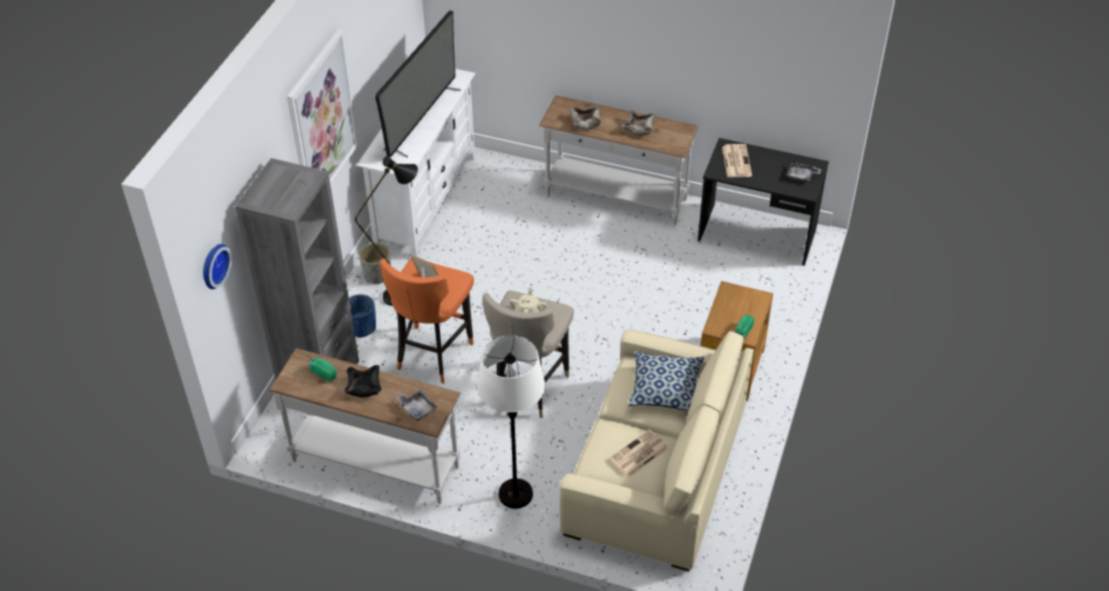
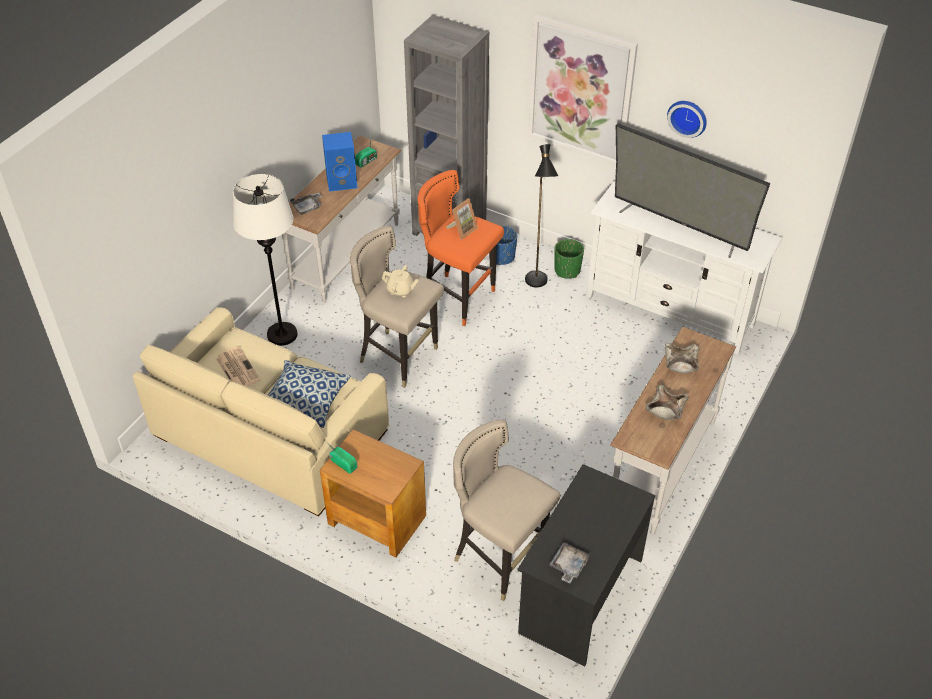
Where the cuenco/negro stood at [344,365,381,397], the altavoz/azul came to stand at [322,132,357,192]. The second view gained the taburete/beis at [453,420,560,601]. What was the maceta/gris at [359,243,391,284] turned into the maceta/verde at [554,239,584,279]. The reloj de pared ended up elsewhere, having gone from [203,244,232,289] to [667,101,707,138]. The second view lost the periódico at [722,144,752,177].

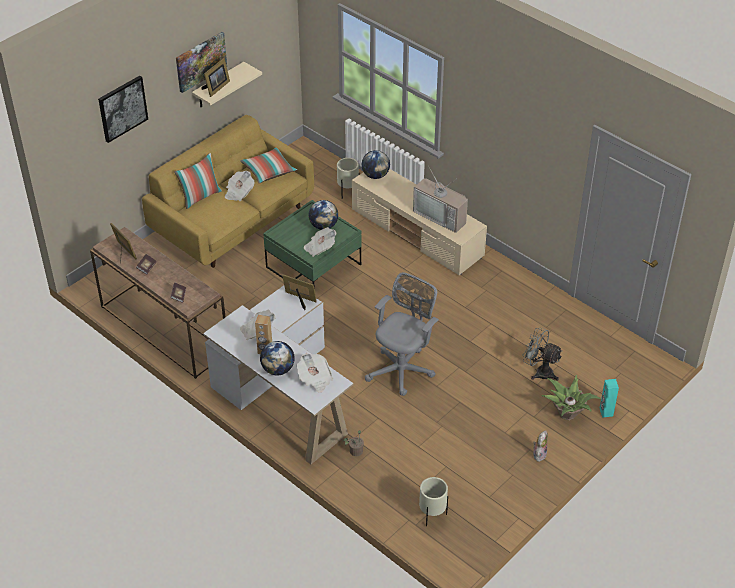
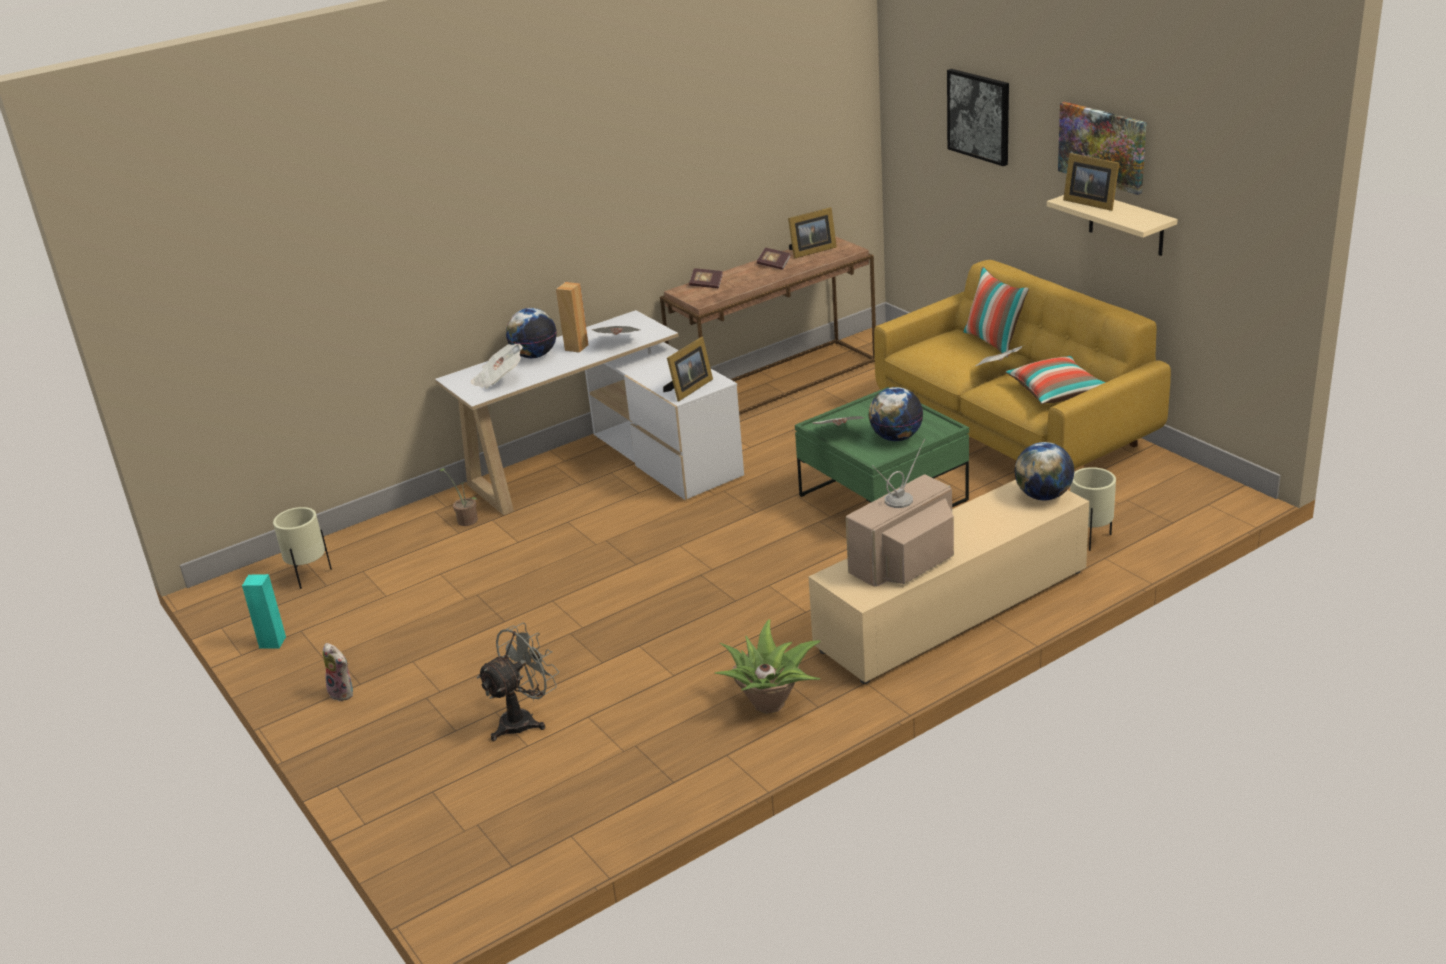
The altavoz/turquesa ended up elsewhere, having gone from [600,379,619,418] to [242,574,286,649]. The planta en maceta ended up elsewhere, having gone from [542,375,601,420] to [714,619,821,714]. The second view lost the silla de oficina/gris at [365,272,439,396].

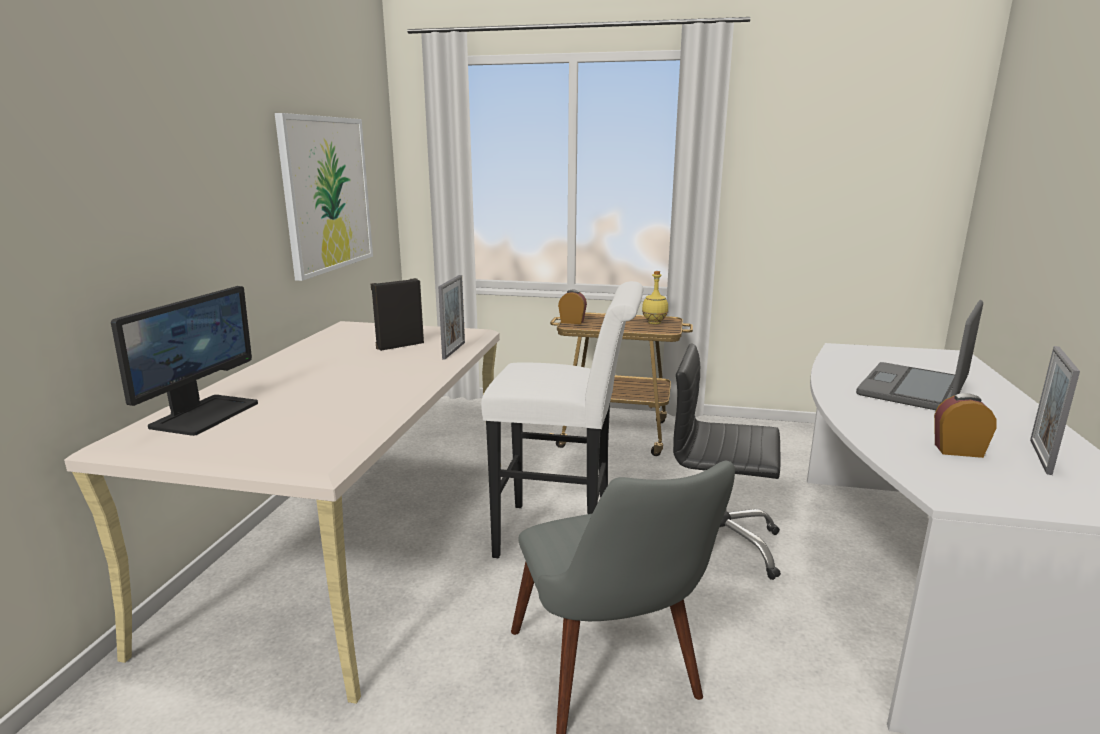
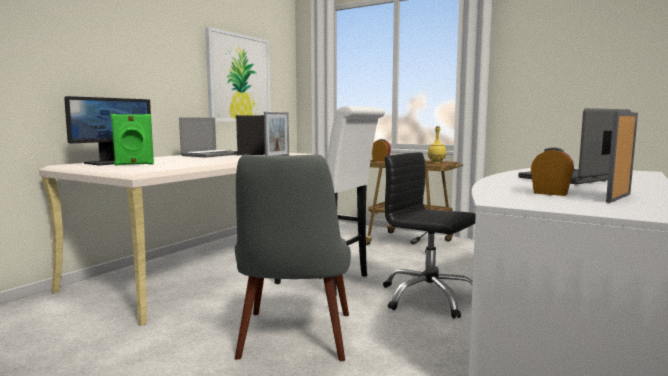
The second view gained the altavoz/verde at [111,114,154,165]. The second view gained the portátil at [179,117,237,157].

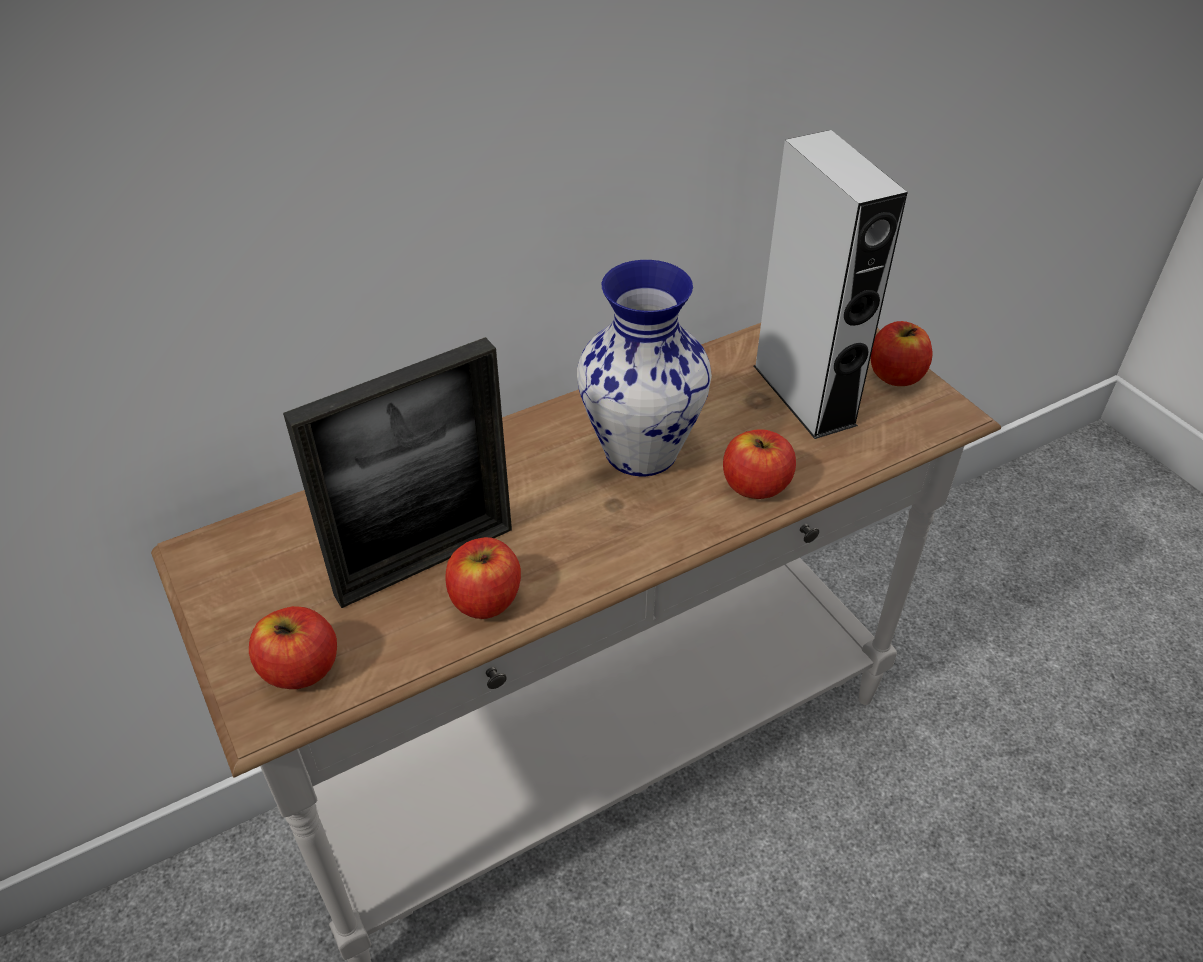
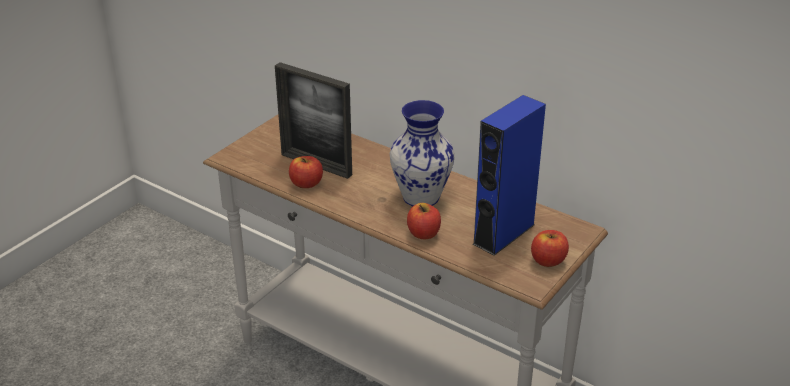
What was the altavoz/gris at [754,130,908,439] turned into the altavoz/azul at [473,95,546,256]. The second view lost the manzana at [249,606,337,689].

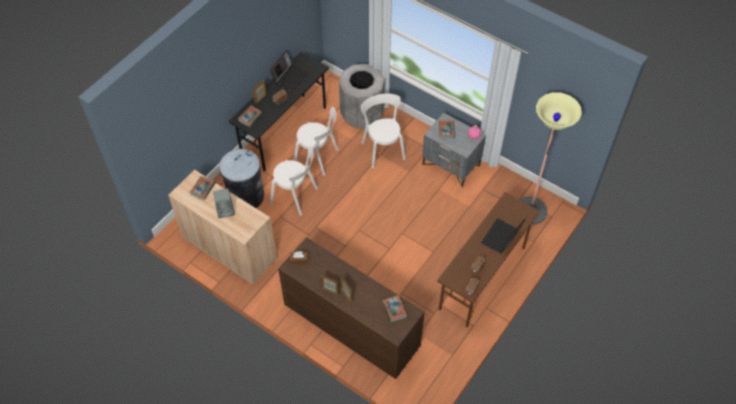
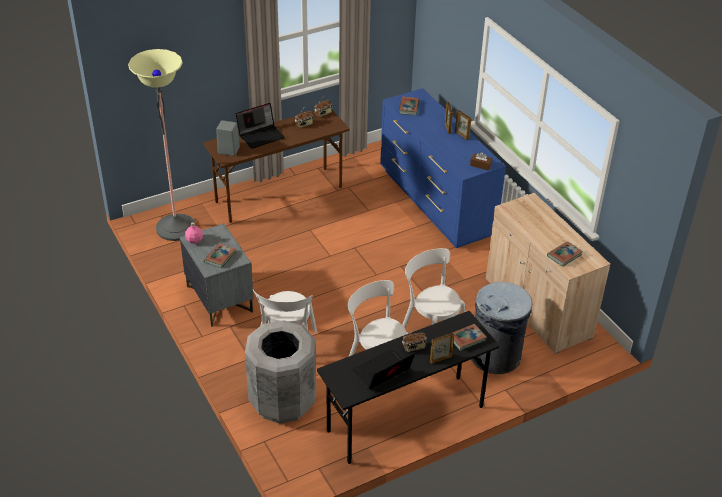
The altavoz/gris ended up elsewhere, having gone from [213,189,235,218] to [216,120,240,156]. What was the cómoda/marrón at [278,237,425,379] turned into the cómoda/azul at [380,88,506,248].

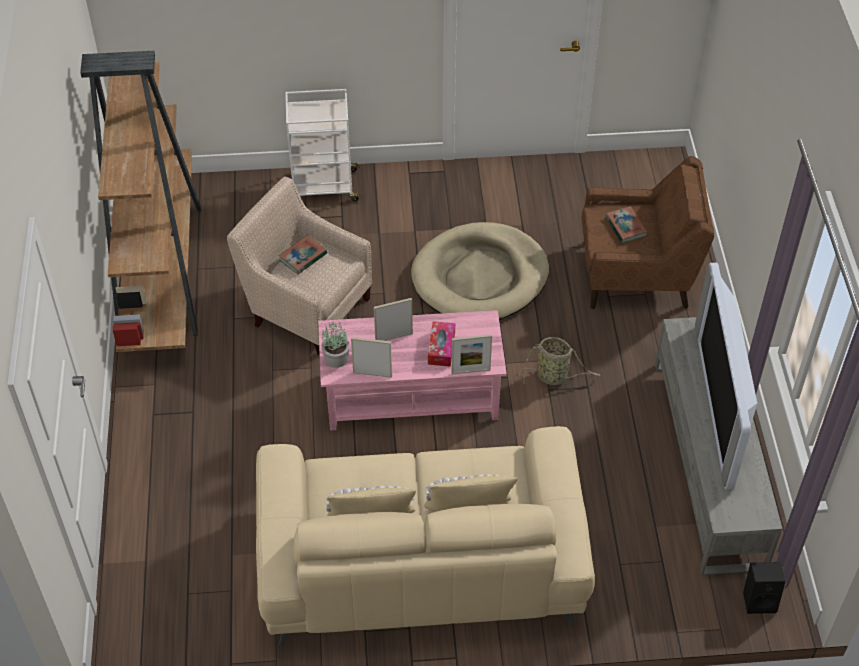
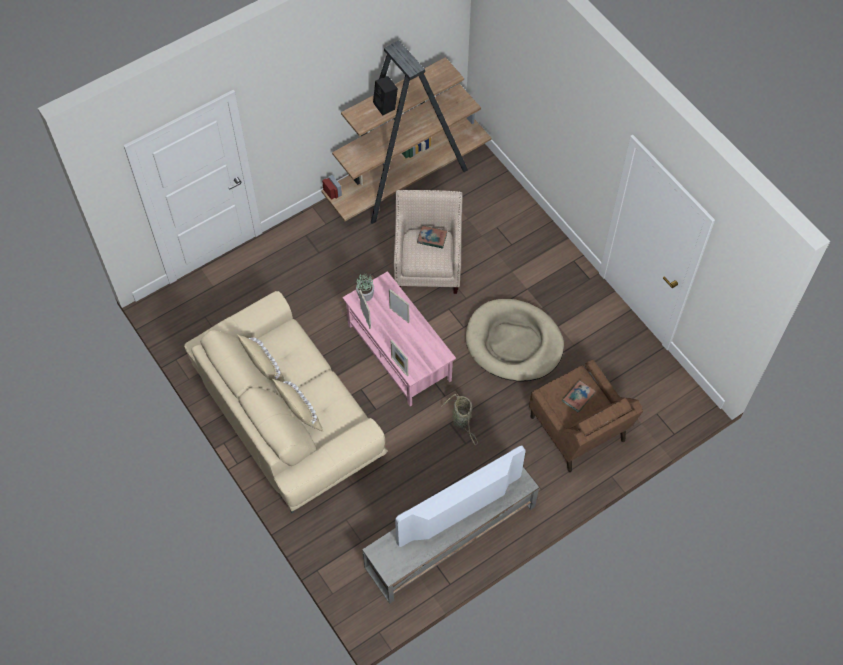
The altavoz/negro ended up elsewhere, having gone from [743,562,785,614] to [373,76,398,115]. The second view lost the carrito/blanco at [285,89,362,201]. The second view lost the caja de pañuelos at [428,321,455,367].

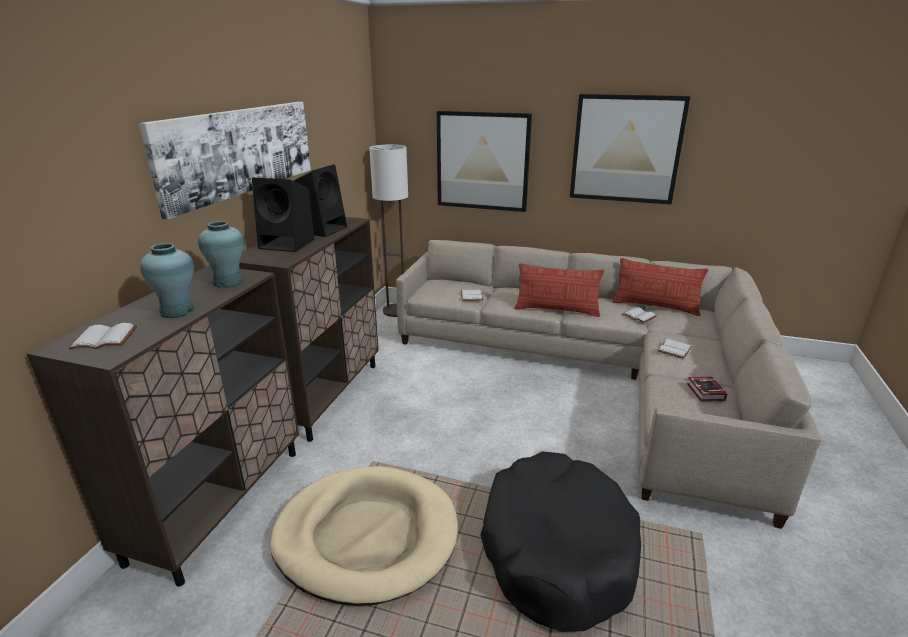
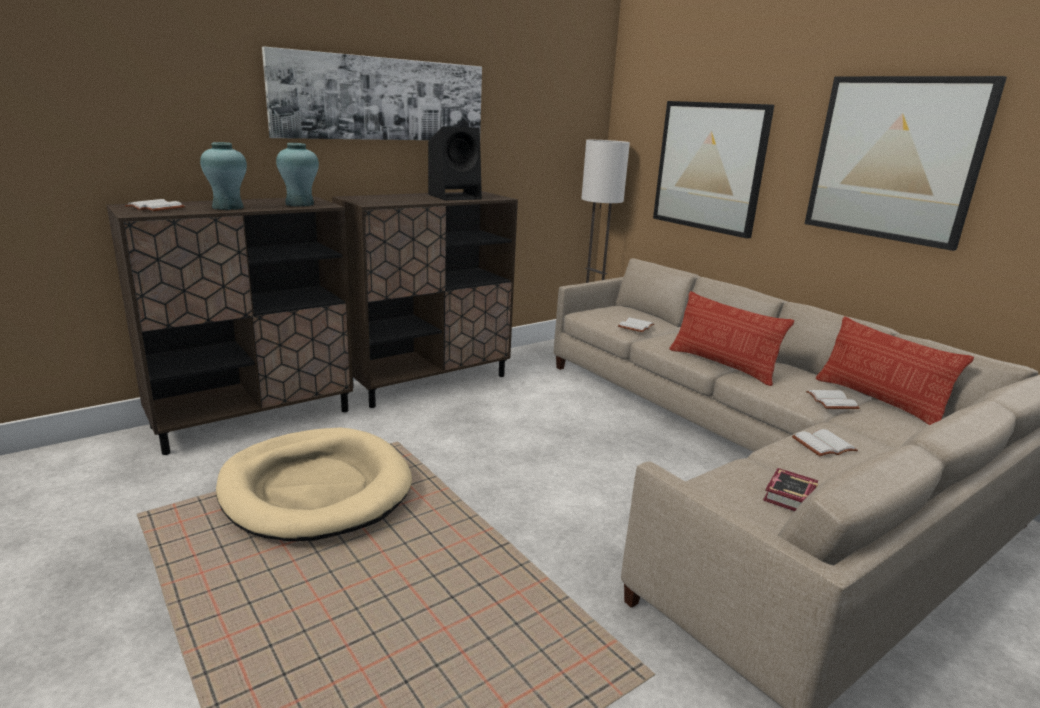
The second view lost the altavoz/negro at [252,178,314,252]. The second view lost the cama para perro/negro at [480,451,641,632].

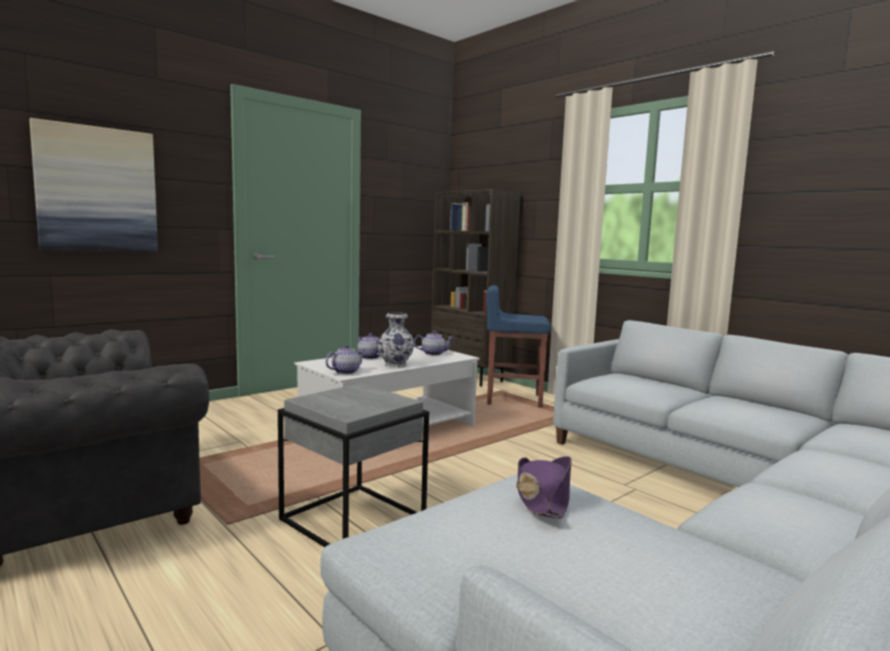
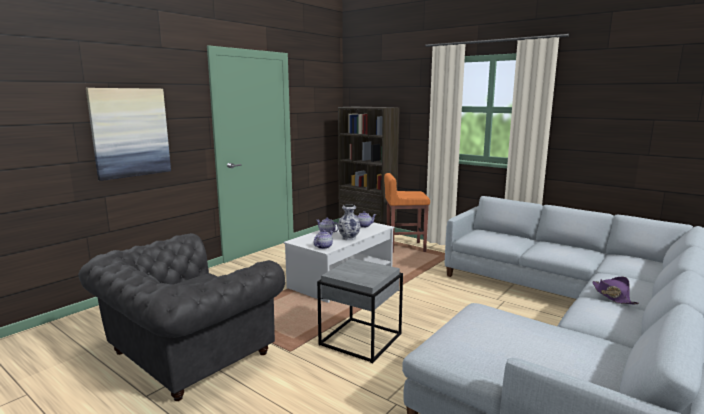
What was the taburete/azul at [486,285,551,408] turned into the taburete/naranja at [384,173,430,253]. The sombrero/morado ended up elsewhere, having gone from [516,456,572,518] to [592,277,639,304].

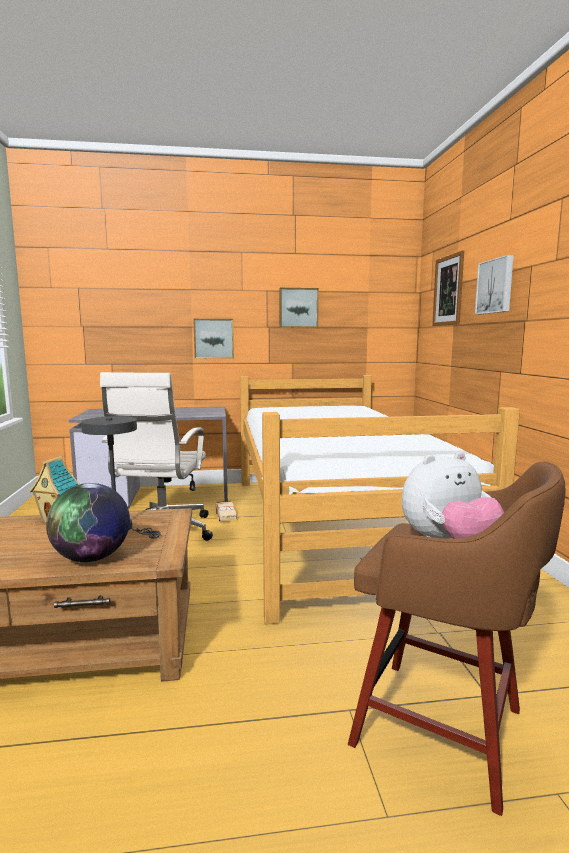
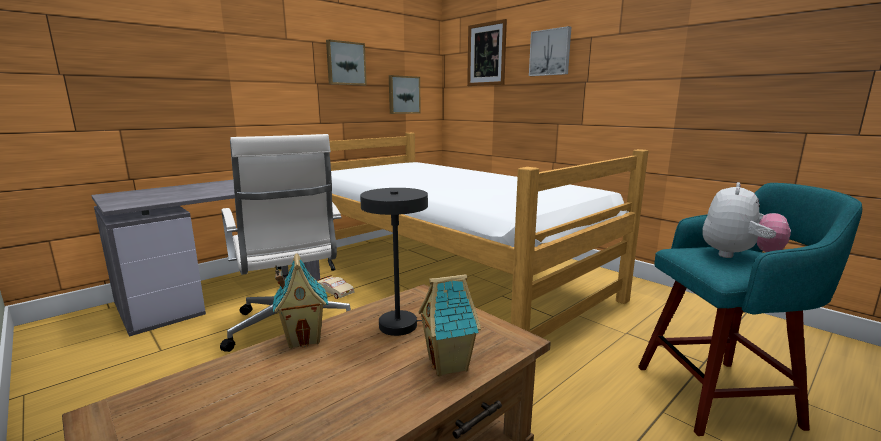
The cuadro ended up elsewhere, having gone from [193,319,234,359] to [389,75,421,114]. Where the globo terráqueo stood at [46,483,130,562], the casita came to stand at [418,274,481,376]. What was the taburete/marrón at [348,461,566,816] turned into the taburete/turquesa at [638,183,862,436].

